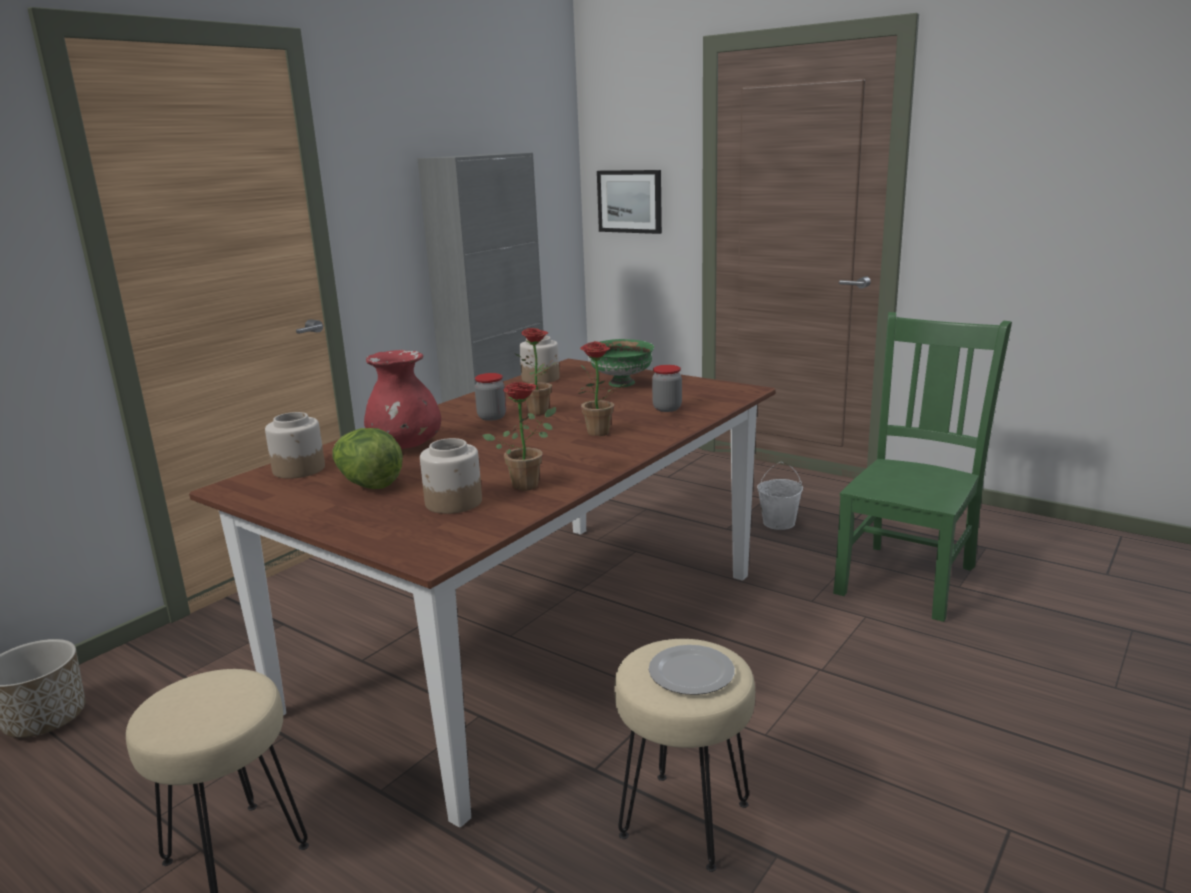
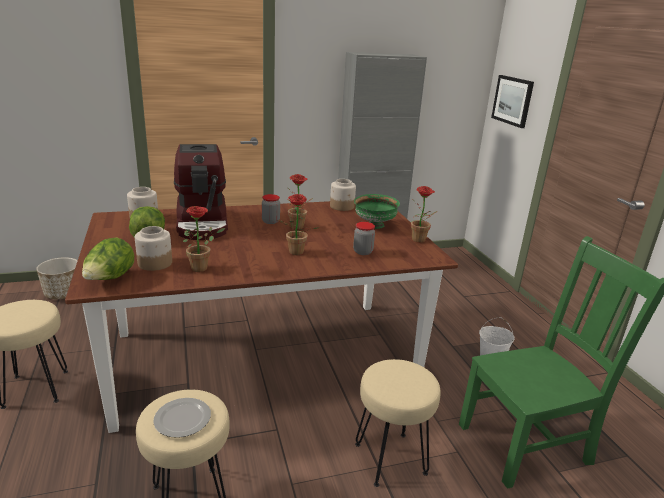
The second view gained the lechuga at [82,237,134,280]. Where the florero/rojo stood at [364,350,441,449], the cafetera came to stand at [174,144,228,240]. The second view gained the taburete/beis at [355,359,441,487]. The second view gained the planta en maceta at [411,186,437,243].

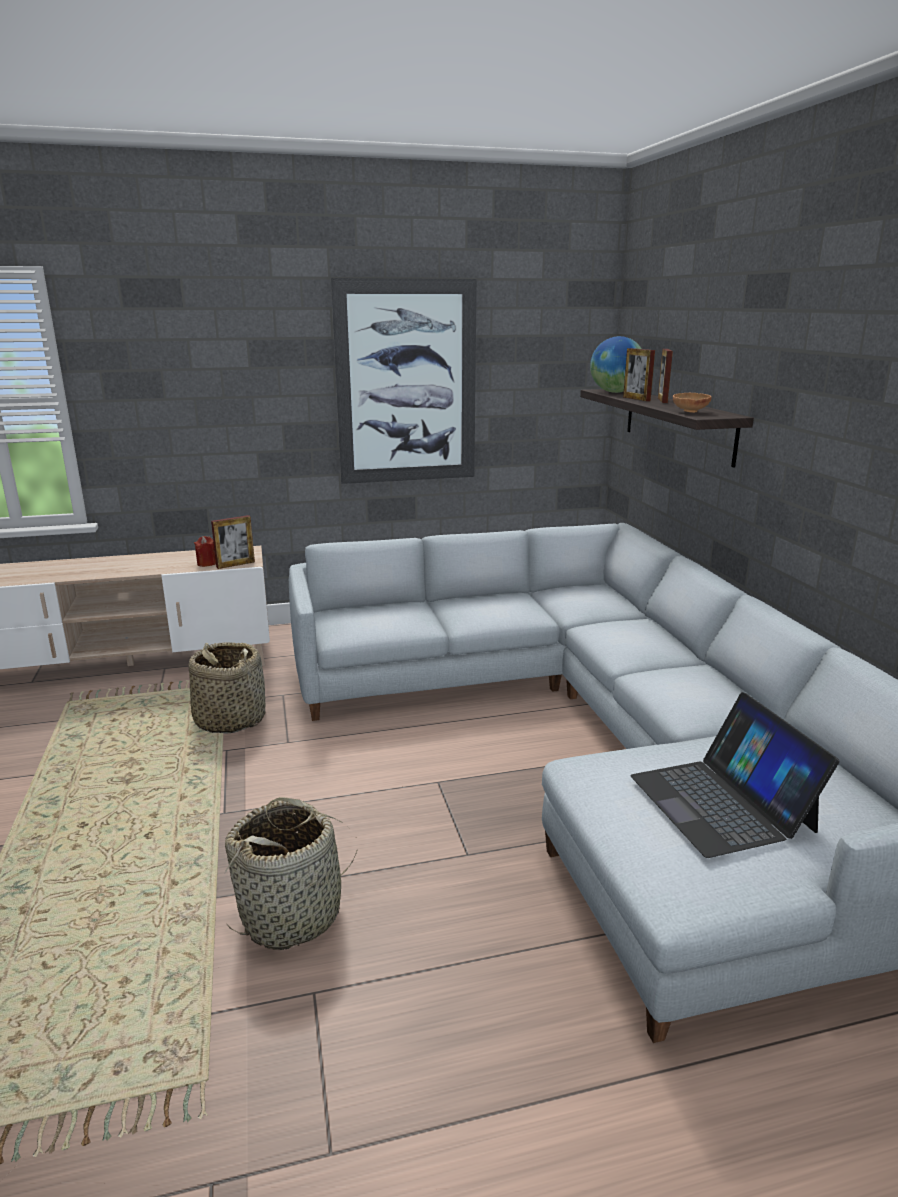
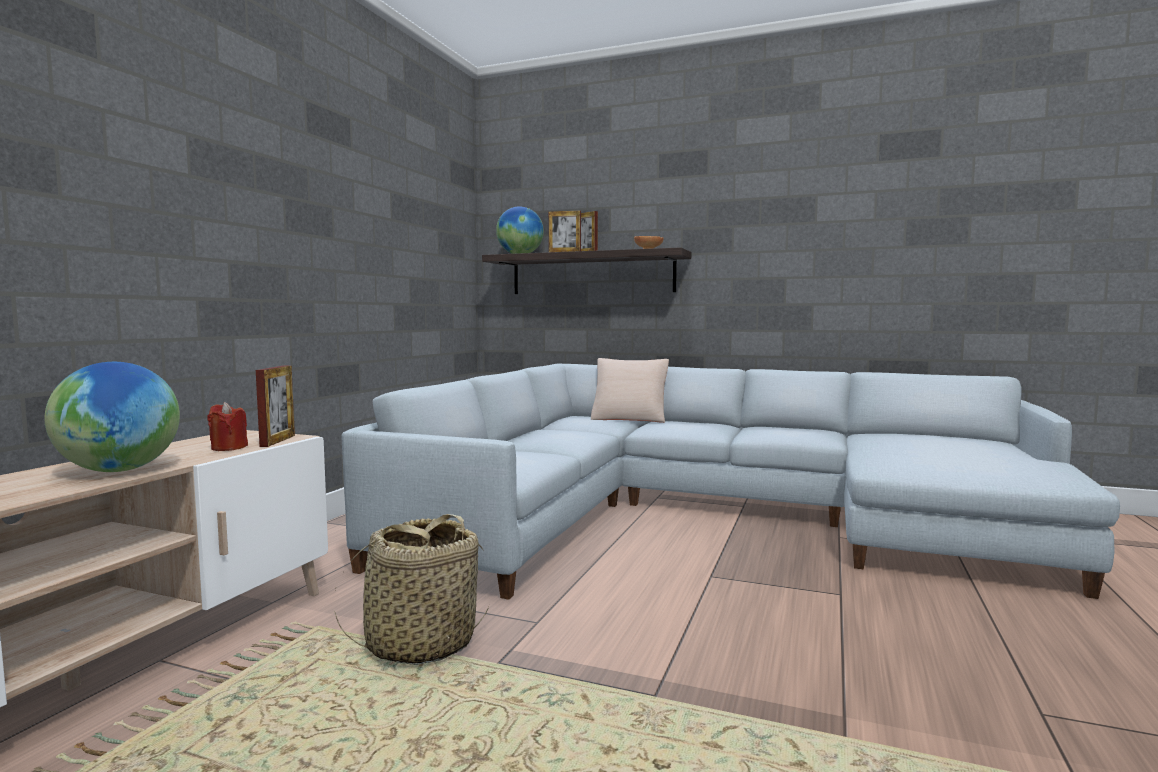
The second view gained the globo terráqueo at [45,362,180,472]. The second view gained the cojín/beis at [591,358,669,423]. The second view lost the cesta at [224,797,357,950]. The second view lost the cuadro at [331,278,477,484]. The second view lost the portátil at [630,692,839,858].

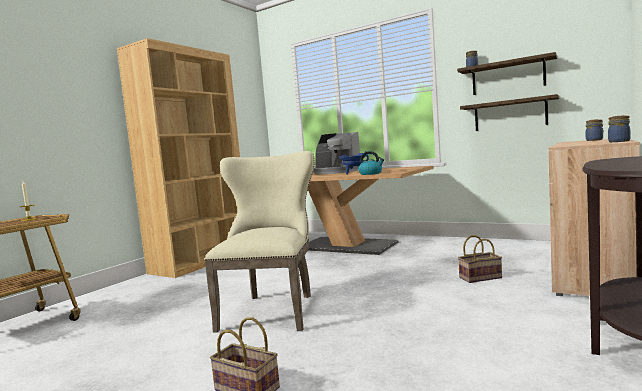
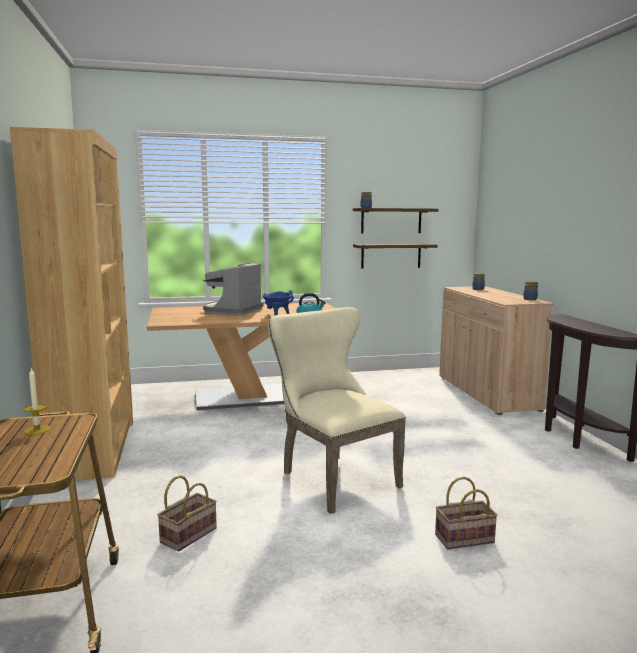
The cesta ended up elsewhere, having gone from [458,235,502,283] to [157,475,217,552]. The cafetera at [313,132,360,174] ended up facing another way, 120 degrees clockwise from before.

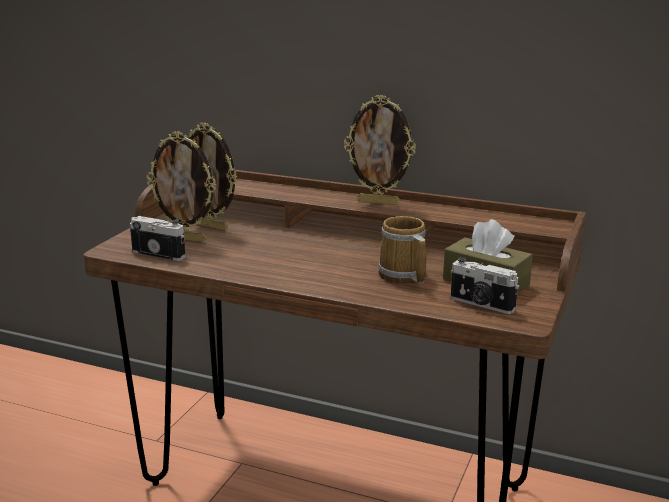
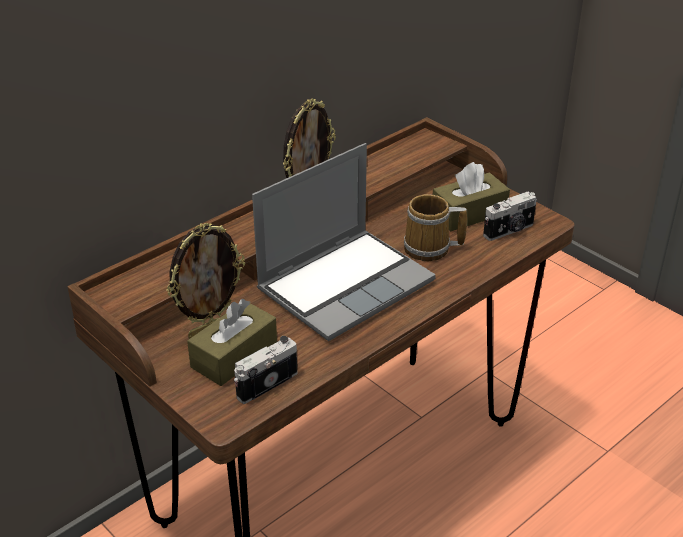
Where the portarretratos stood at [146,131,216,242], the caja de pañuelos/marrón came to stand at [187,299,277,386]. The second view gained the portátil at [252,143,436,341].

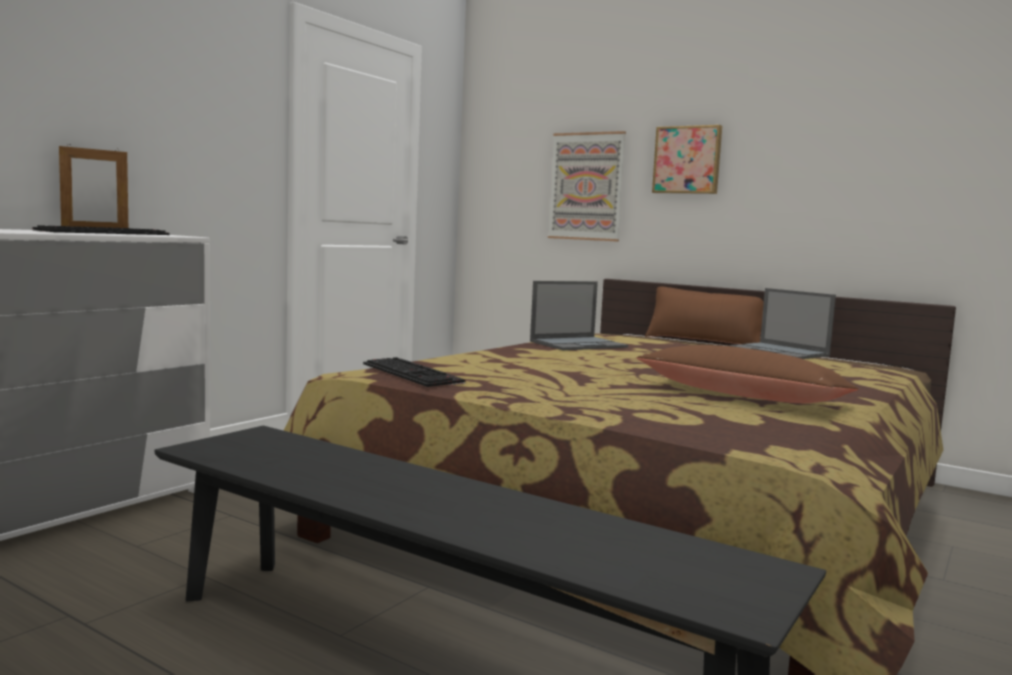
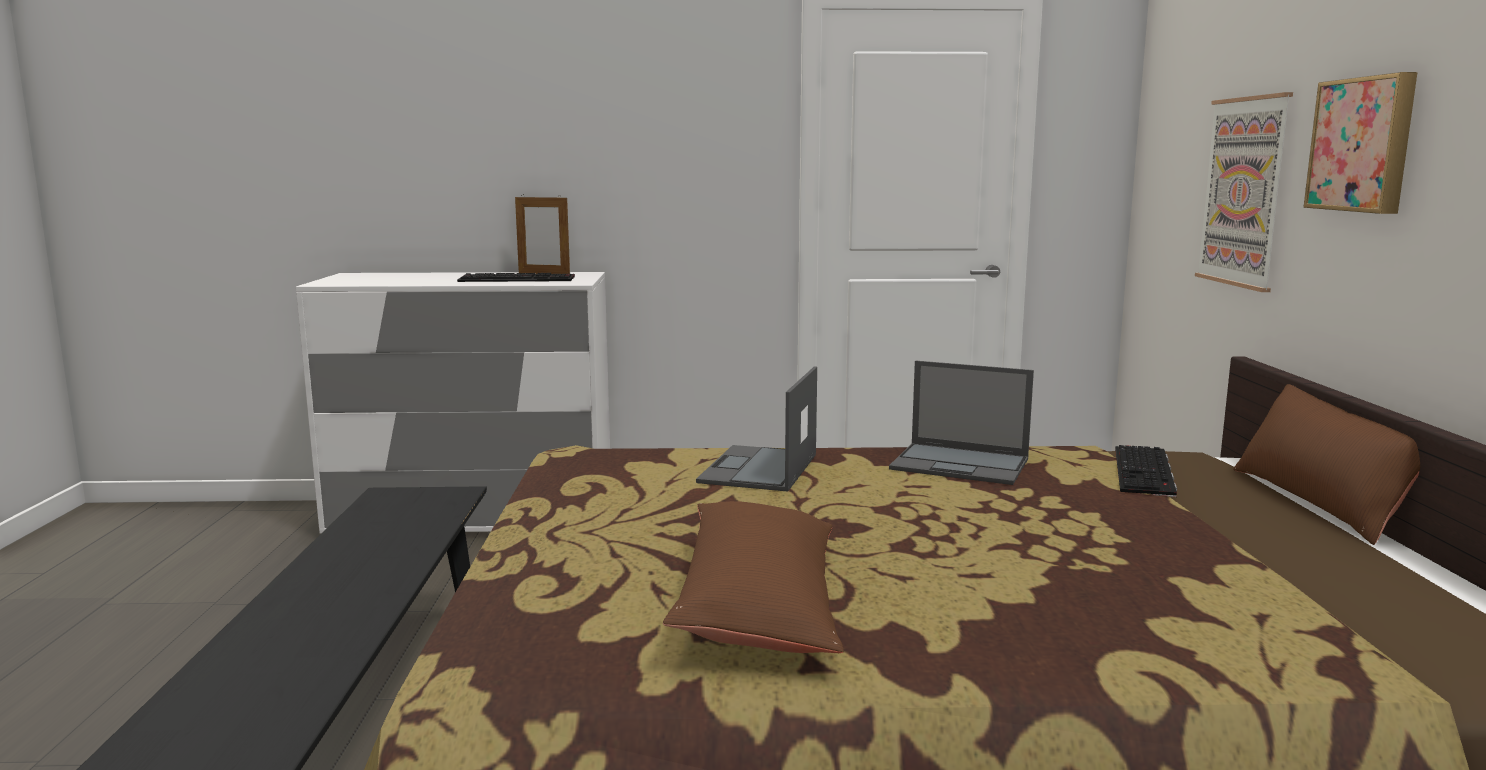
The portátil ended up elsewhere, having gone from [728,288,836,359] to [696,366,817,492]. The teclado ended up elsewhere, having gone from [363,357,465,387] to [1115,445,1177,497].

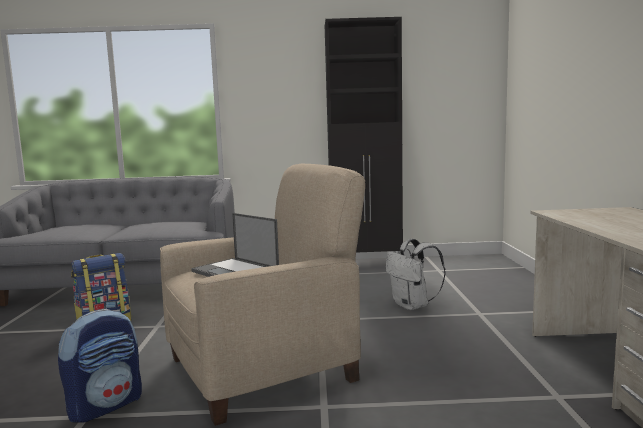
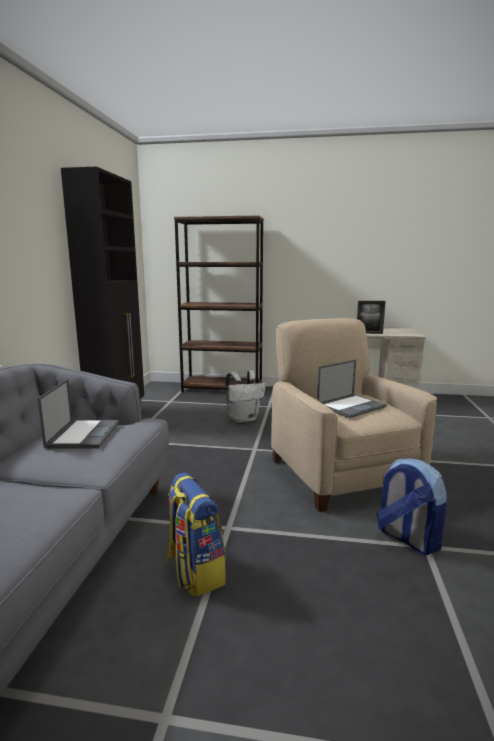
The second view gained the portátil at [38,379,119,448]. The second view gained the estantería/marrón at [174,215,264,392]. The second view gained the portarretratos at [357,301,386,334].

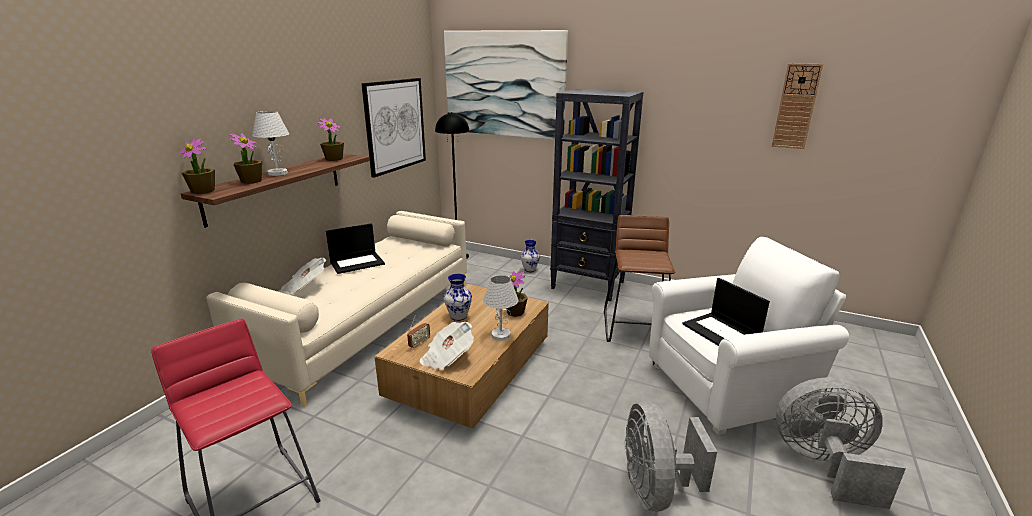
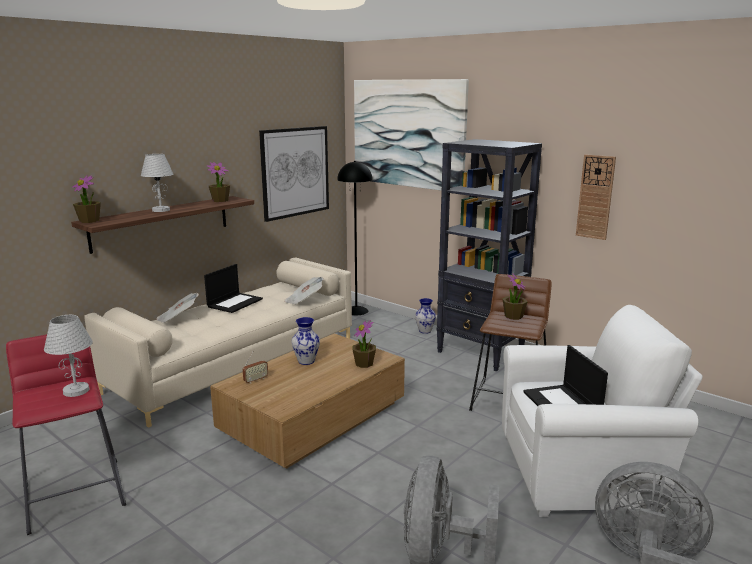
The lámpara de mesa/blanco ended up elsewhere, having gone from [483,275,519,341] to [44,315,93,397]. The portátil at [326,223,385,274] ended up facing another way, 45 degrees counterclockwise from before. The periódico ended up elsewhere, having gone from [419,322,474,371] to [284,277,324,305]. The planta en maceta ended up elsewhere, having gone from [229,133,262,184] to [503,273,528,320]. The reloj de pared ended up elsewhere, having gone from [772,63,823,149] to [576,154,616,240].

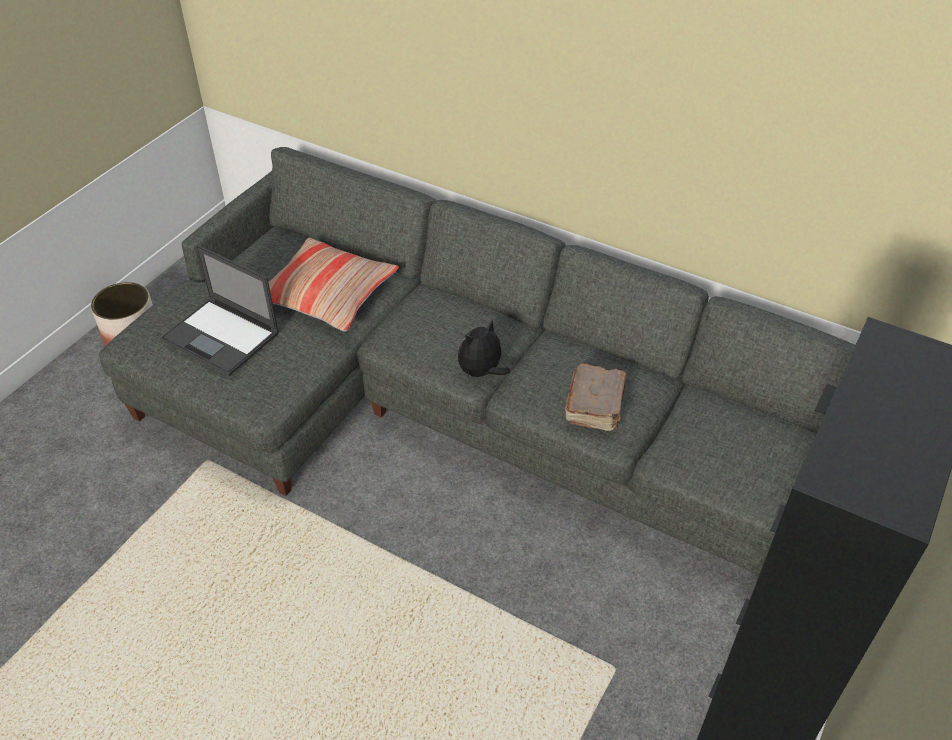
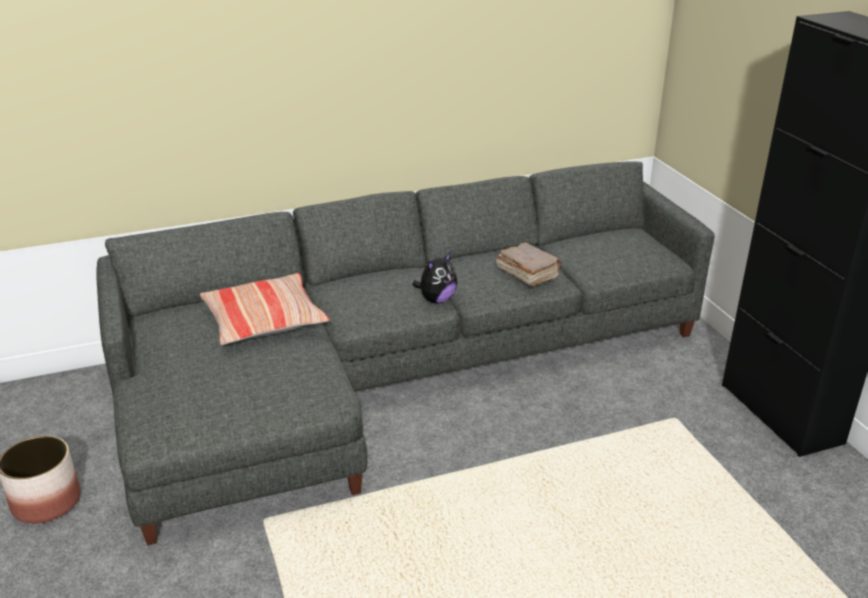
The peluche at [458,320,510,378] ended up facing another way, 135 degrees counterclockwise from before. The second view lost the portátil at [160,245,279,376].

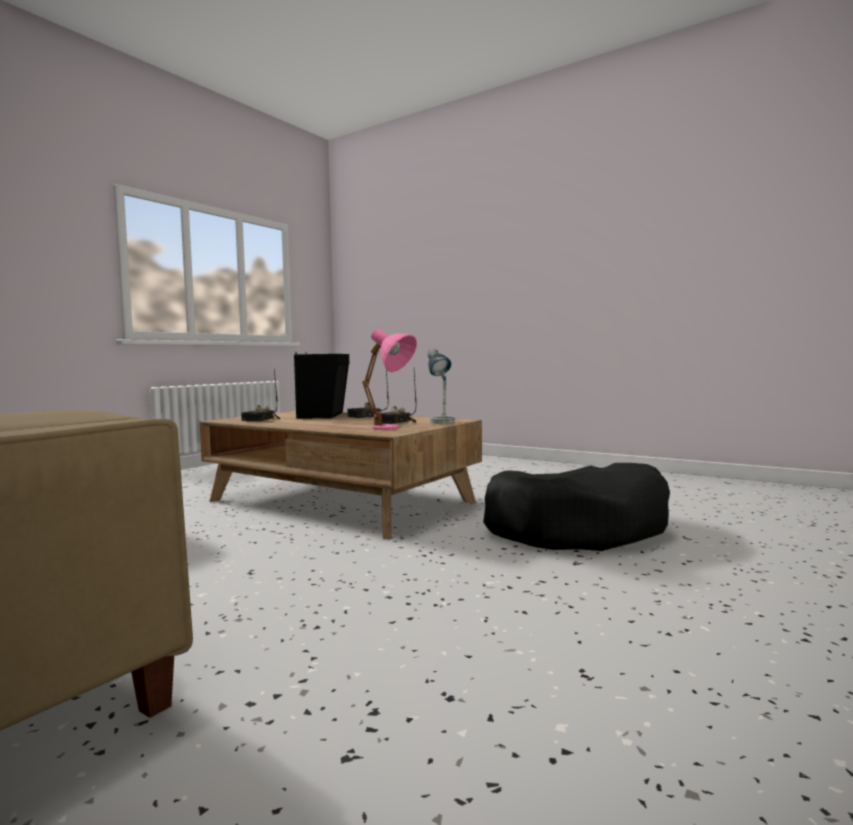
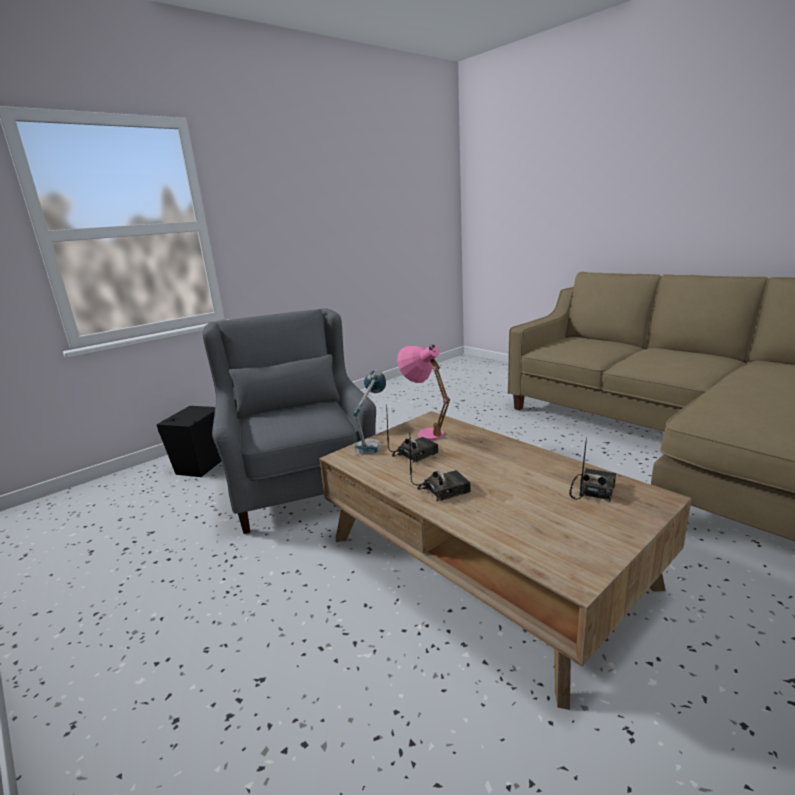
The altavoz/negro ended up elsewhere, having gone from [294,352,349,419] to [157,406,221,477]. Where the cama para perro/negro stood at [483,463,670,551], the sillón/gris came to stand at [203,309,376,534].

